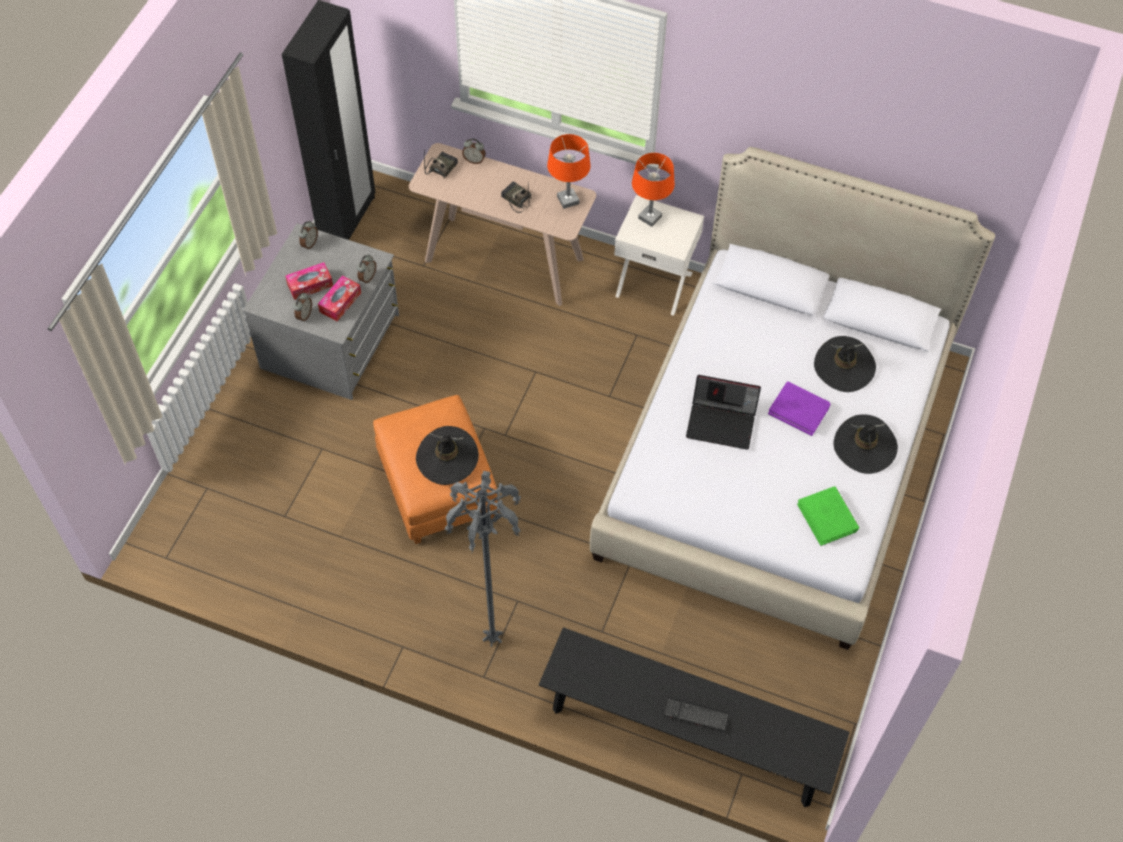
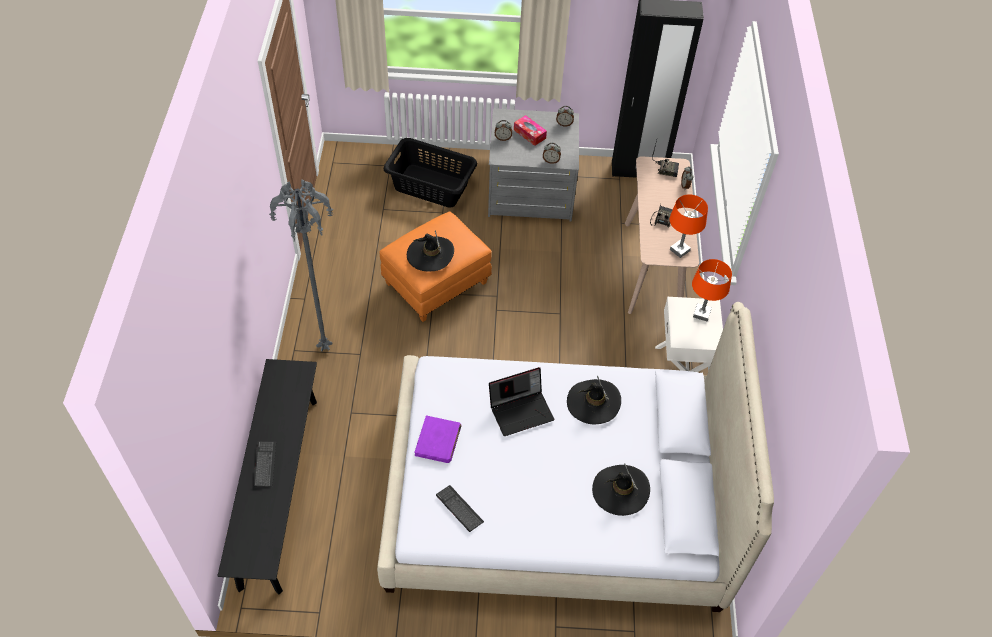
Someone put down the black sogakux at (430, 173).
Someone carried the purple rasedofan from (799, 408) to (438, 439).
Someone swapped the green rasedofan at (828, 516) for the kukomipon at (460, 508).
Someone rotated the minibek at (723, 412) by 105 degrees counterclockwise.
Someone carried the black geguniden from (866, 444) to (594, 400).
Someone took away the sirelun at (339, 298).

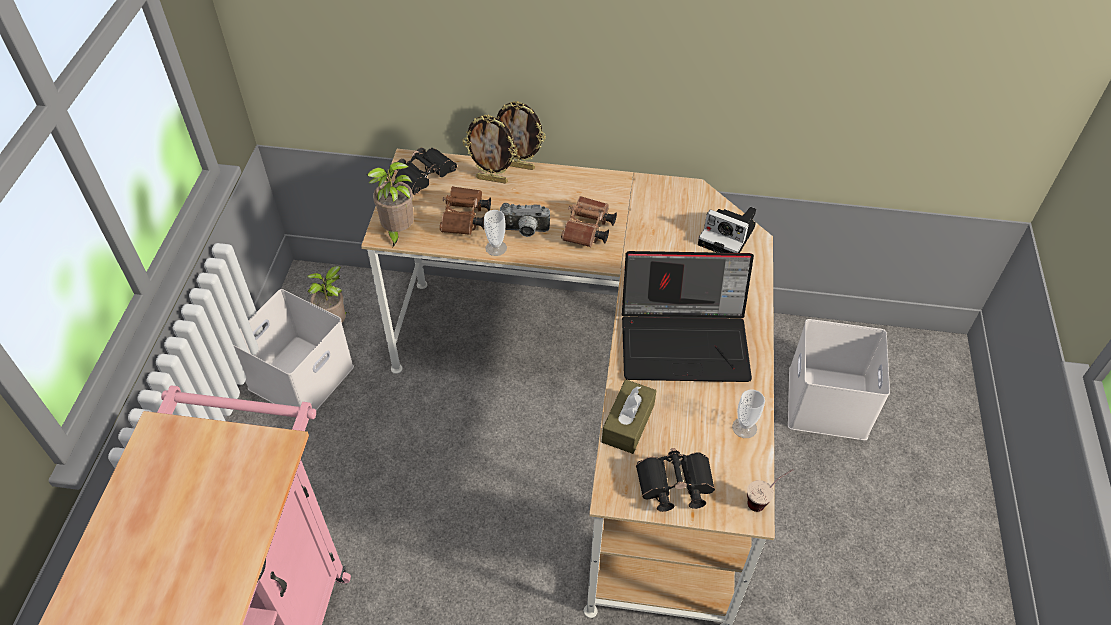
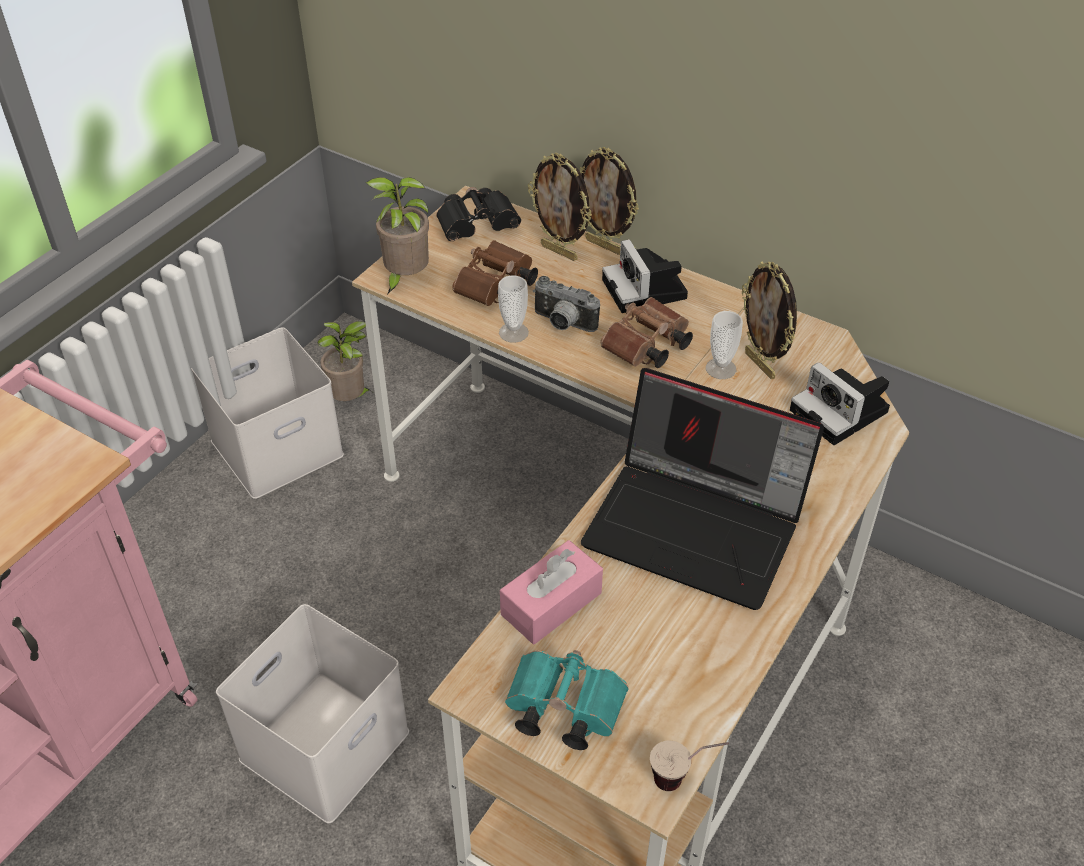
Someone carried the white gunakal from (839, 379) to (312, 714).
Someone repainted the brown sirelun at (629, 417), which became the pink sirelun at (551, 592).
Someone repainted the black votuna at (675, 480), which became the turquoise votuna at (567, 700).
Someone put down the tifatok at (645, 276).
Someone carried the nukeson from (748, 414) to (724, 345).
Someone put down the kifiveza at (769, 320).

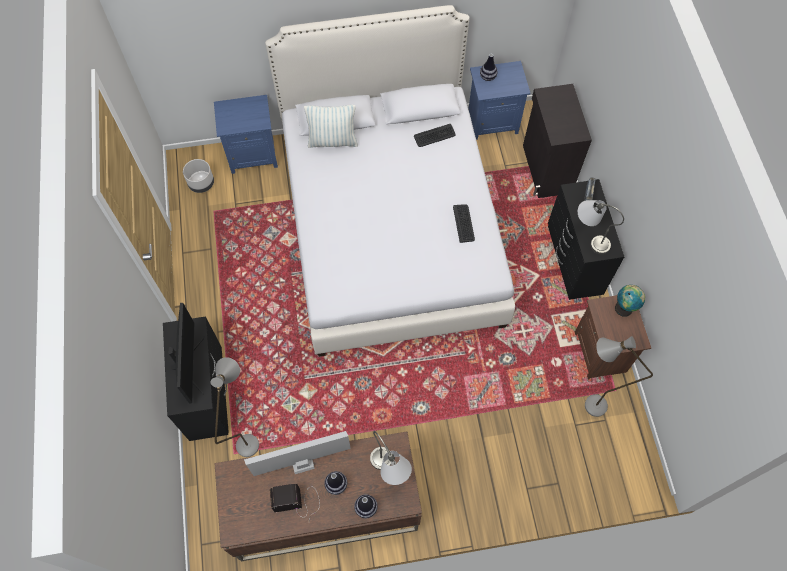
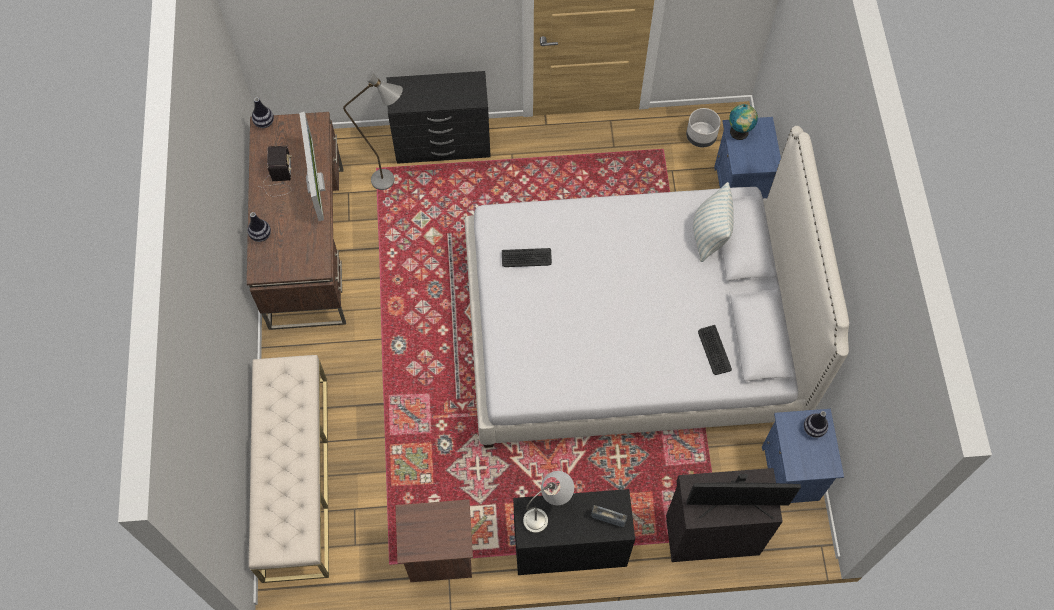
Someone put down the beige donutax at (289, 469).
Someone carried the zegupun from (335, 483) to (263, 112).
Someone carried the kukomipon from (464, 223) to (527, 257).
Someone carried the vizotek from (187, 353) to (743, 496).
Someone carried the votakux from (630, 301) to (743, 122).
Someone took away the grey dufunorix at (391, 458).
Someone took away the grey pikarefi at (619, 376).

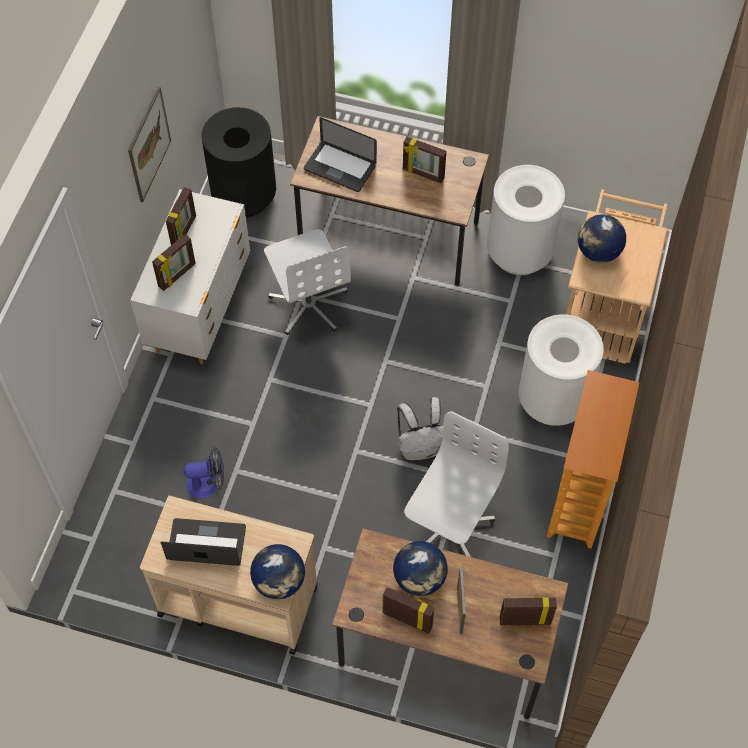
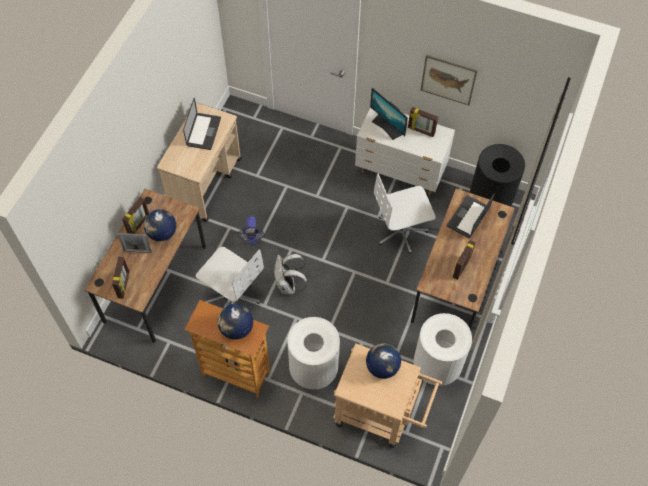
Someone carried the votakux from (277, 571) to (235, 322).
Someone carried the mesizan from (204, 472) to (251, 230).
Someone swapped the kifiveza at (174, 262) for the vizotek at (389, 114).

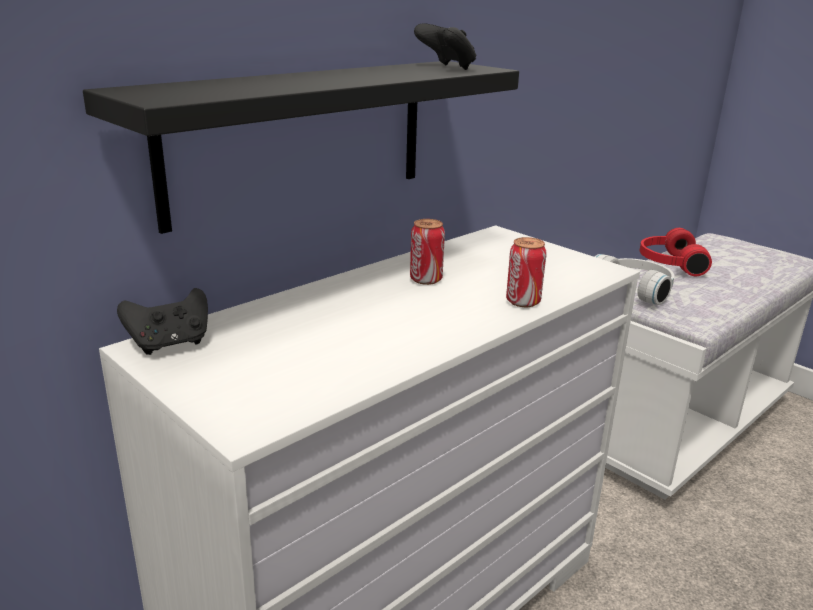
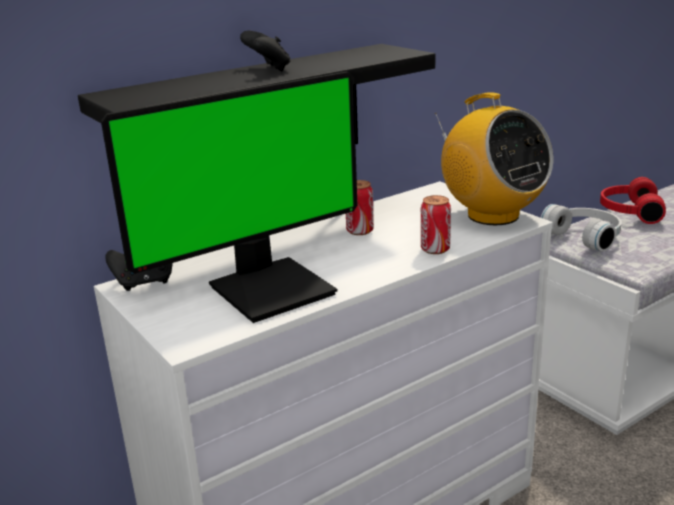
Someone put down the vizotek at (229, 197).
Someone carried the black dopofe from (445, 46) to (265, 51).
Someone put down the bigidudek at (494, 158).

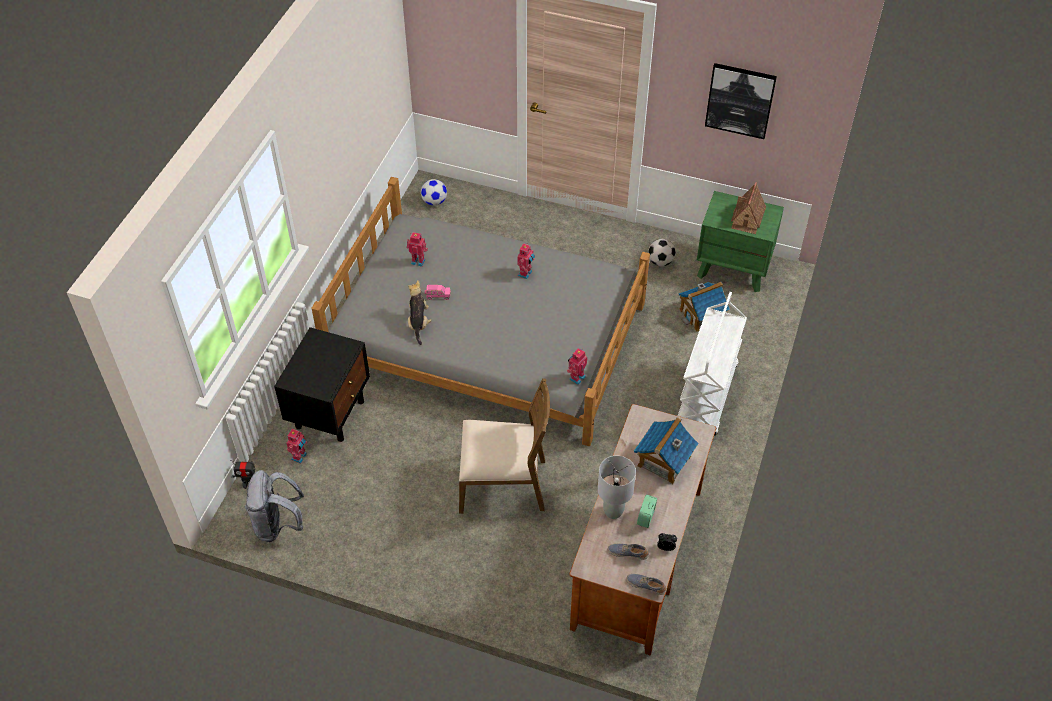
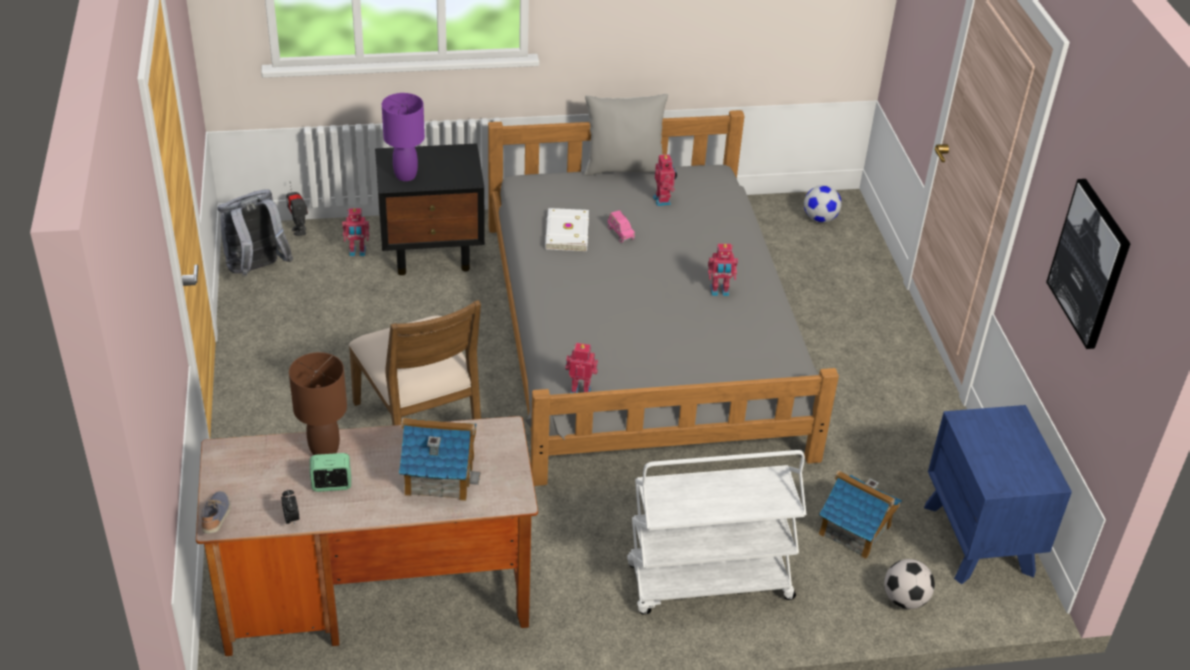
Someone repainted the grey dufunorix at (617, 487), which became the brown dufunorix at (318, 403).
Someone put down the purple dufunorix at (403, 137).
Someone swapped the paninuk at (420, 312) for the white rasedofan at (567, 229).
Someone put down the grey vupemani at (626, 135).
Someone carried the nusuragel from (662, 252) to (909, 584).
Someone repainted the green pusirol at (740, 241), which became the blue pusirol at (998, 494).
Someone took away the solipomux at (628, 551).
Someone took away the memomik at (748, 208).

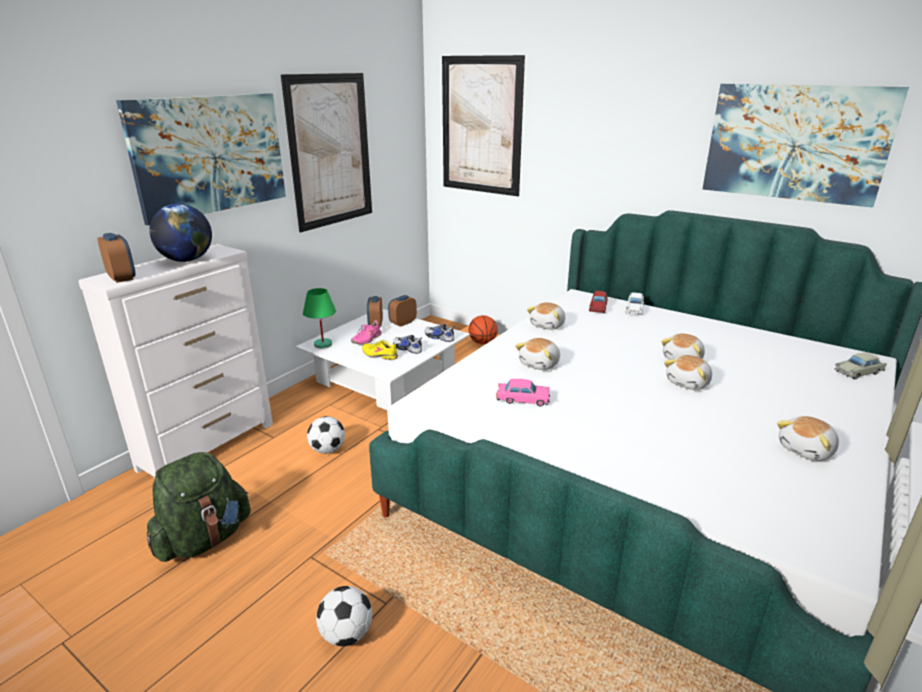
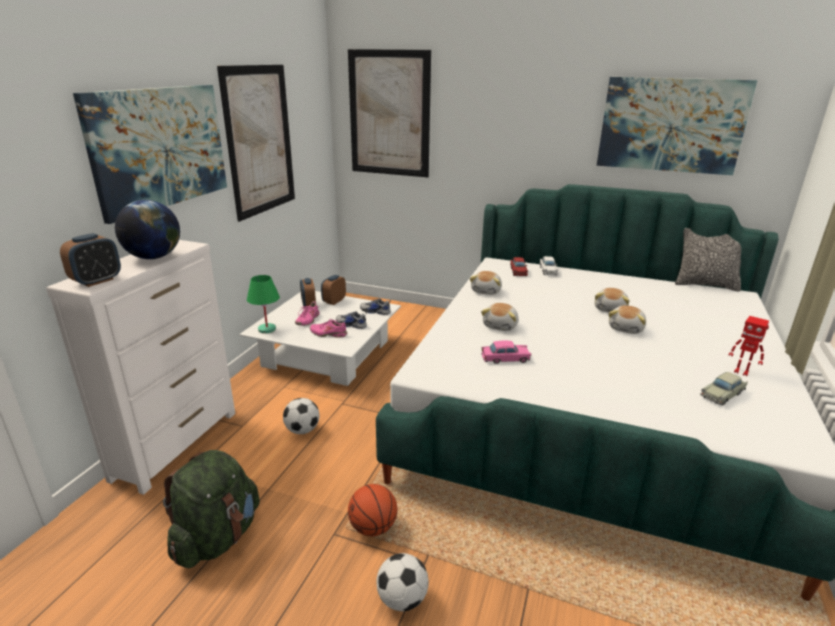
Someone rotated the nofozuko at (117, 258) by 90 degrees clockwise.
Someone repainted the yellow solipomux at (380, 350), which became the pink solipomux at (328, 328).
Someone carried the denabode from (483, 329) to (372, 510).
Someone put down the vupemani at (708, 259).
Someone carried the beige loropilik from (860, 366) to (724, 388).
Someone swapped the paninuk at (808, 438) for the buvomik at (749, 346).

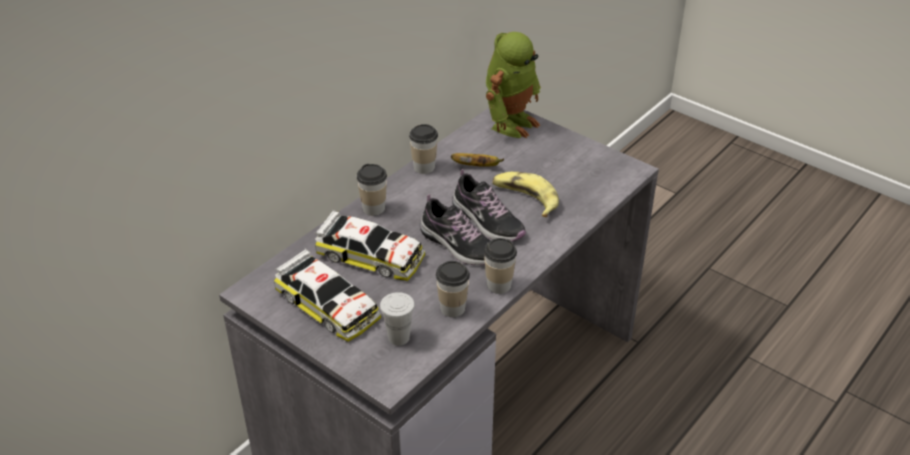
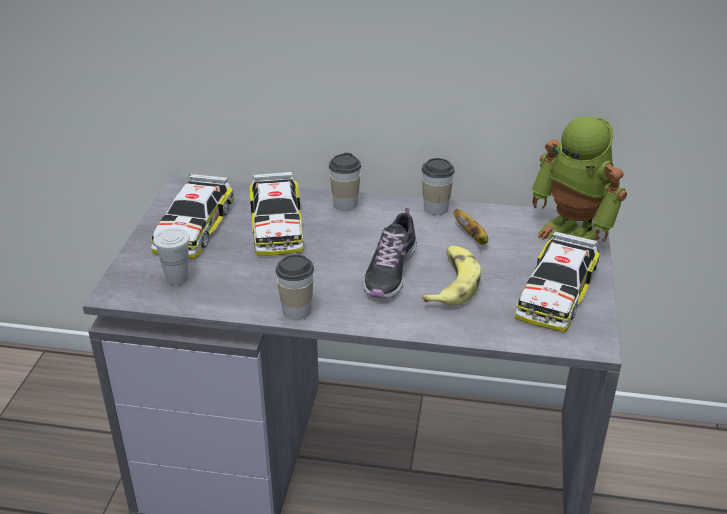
Someone put down the loropilik at (557, 281).
Someone rotated the buvomik at (513, 85) by 45 degrees clockwise.
Someone took away the solipomux at (455, 229).
Someone took away the nukeson at (453, 289).

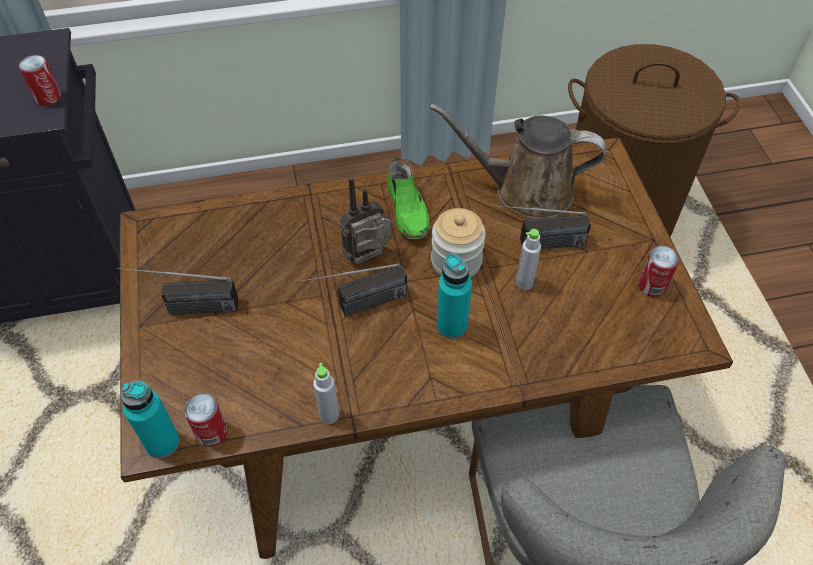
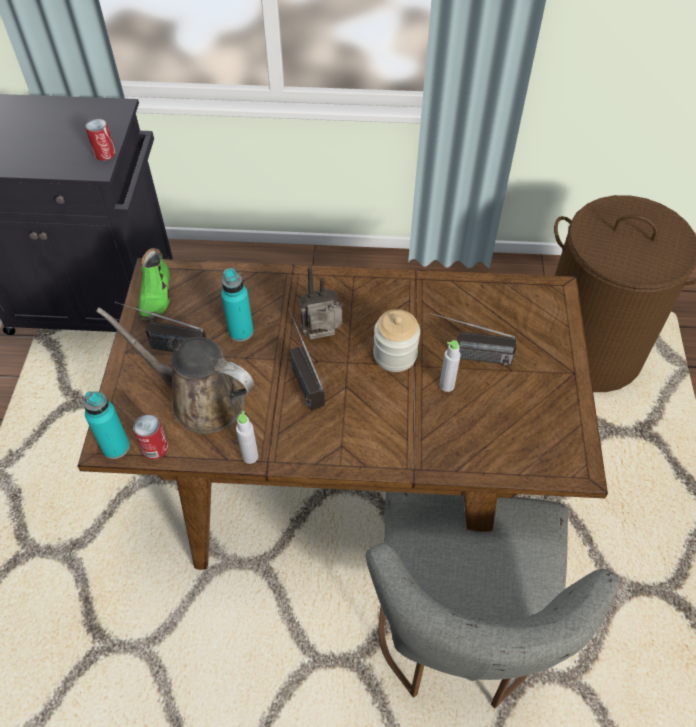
Someone carried the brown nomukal from (518, 161) to (175, 370).
Someone carried the green solipomux from (409, 198) to (154, 284).
Someone carried the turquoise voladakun from (454, 296) to (237, 305).
Someone rotated the bigidudek at (353, 290) by 75 degrees clockwise.
Someone took away the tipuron at (658, 271).

